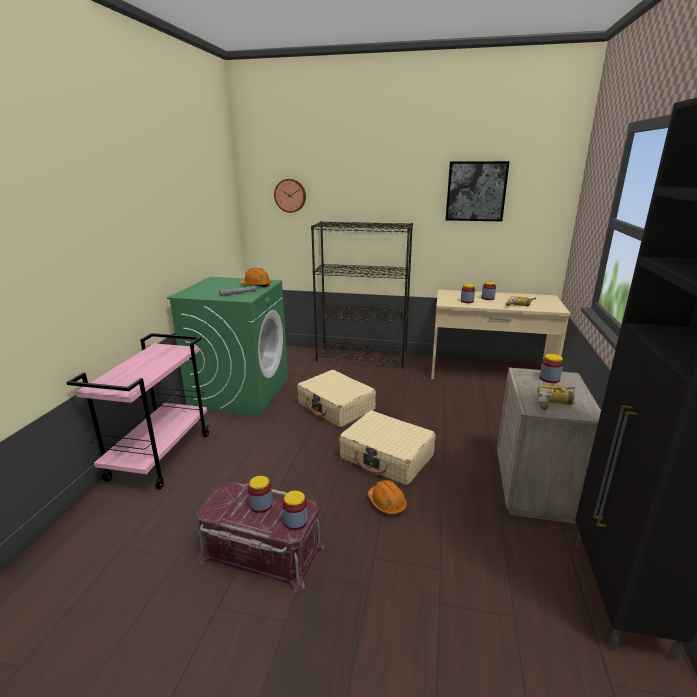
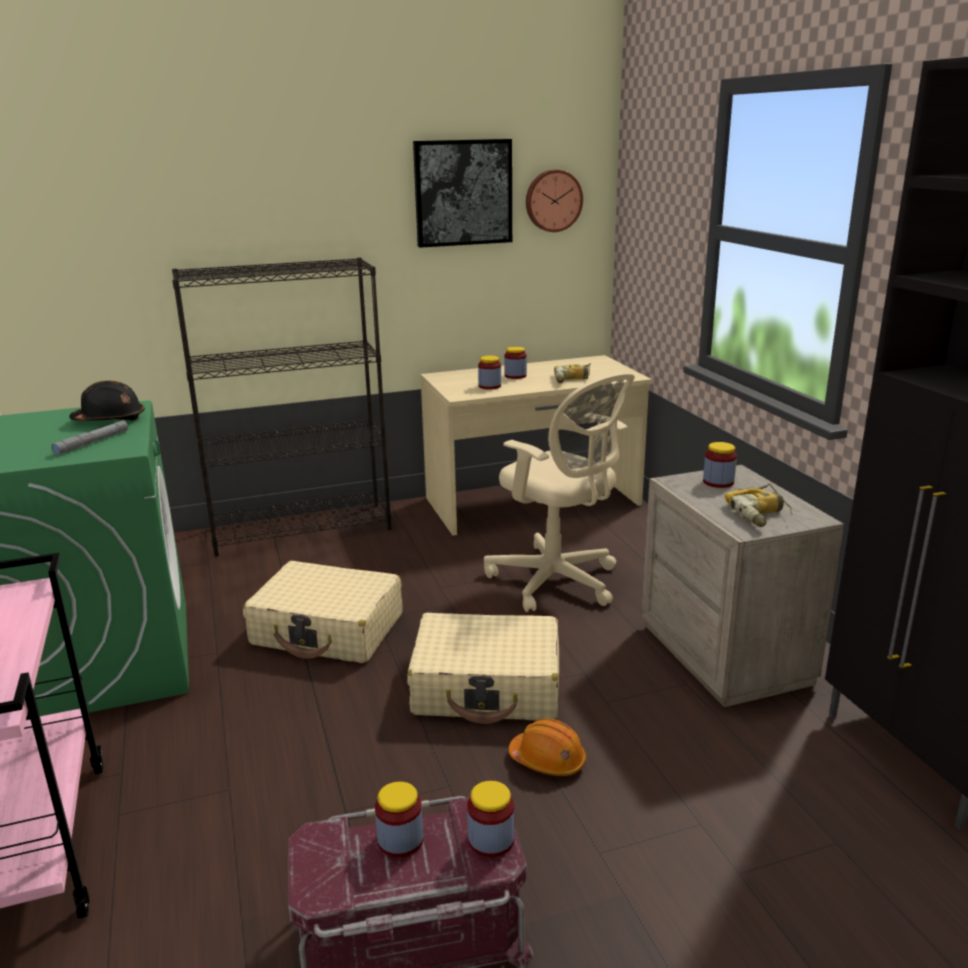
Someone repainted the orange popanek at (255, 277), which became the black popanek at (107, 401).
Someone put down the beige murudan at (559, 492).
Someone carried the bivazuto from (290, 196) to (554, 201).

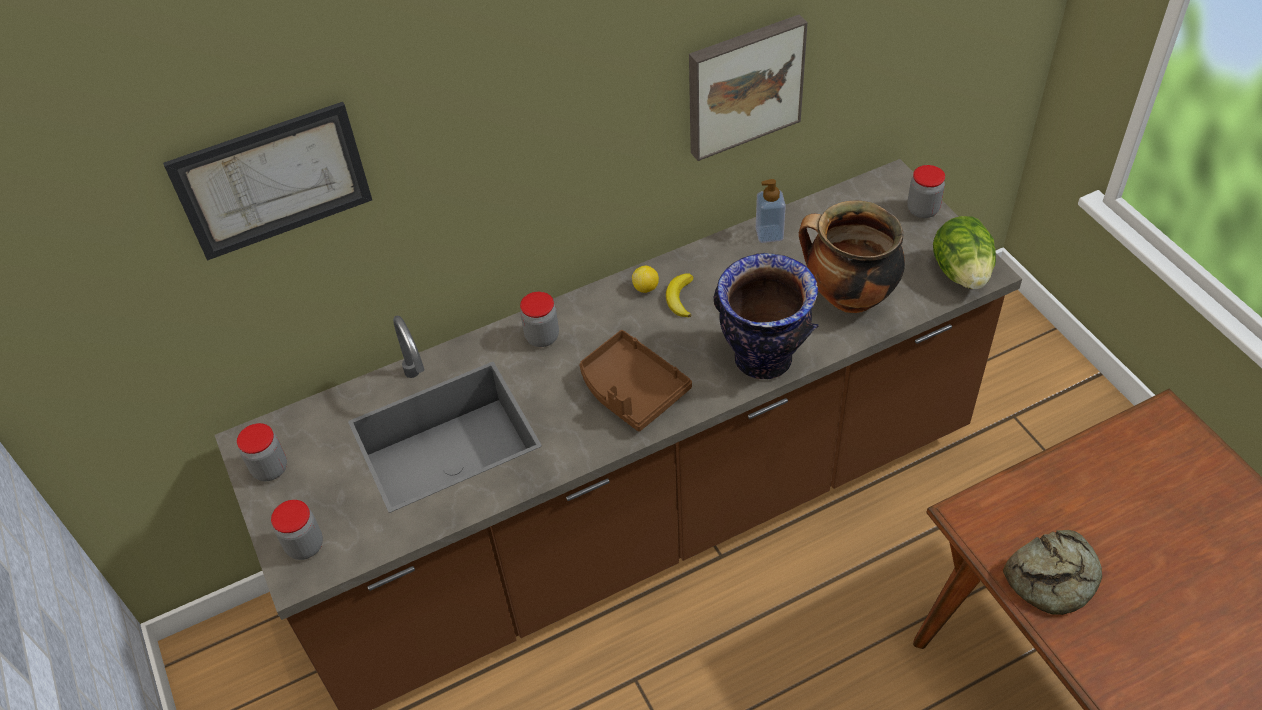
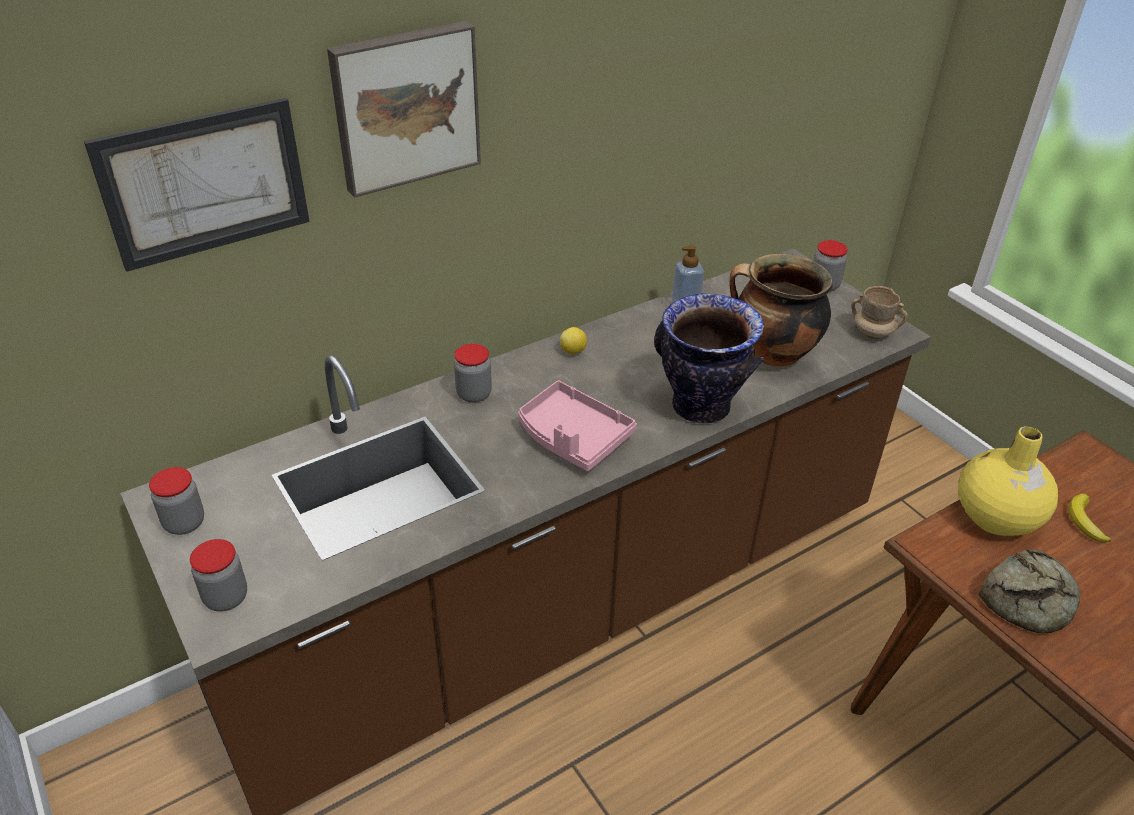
Someone carried the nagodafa from (748, 88) to (404, 109).
Someone repainted the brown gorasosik at (635, 381), which became the pink gorasosik at (577, 426).
Someone swapped the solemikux at (964, 252) for the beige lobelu at (879, 312).
Someone put down the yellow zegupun at (1008, 481).
Someone carried the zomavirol from (679, 295) to (1089, 518).

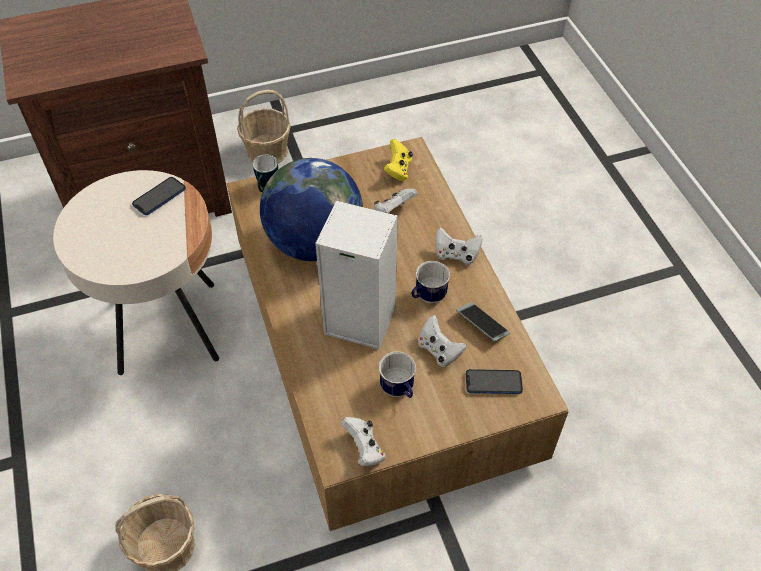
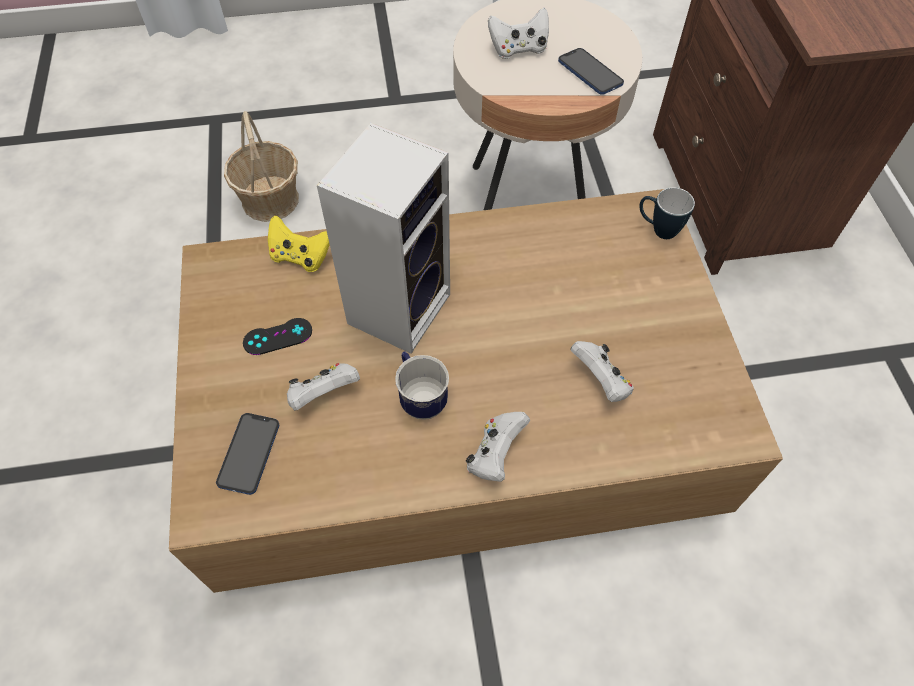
Someone swapped the lobelu at (397, 374) for the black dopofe at (277, 336).
Someone carried the yellow dopofe from (398, 160) to (299, 244).
Someone carried the white dopofe from (363, 441) to (518, 33).
Someone took away the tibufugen at (264, 126).
Someone took away the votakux at (311, 209).
Someone took away the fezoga at (483, 322).

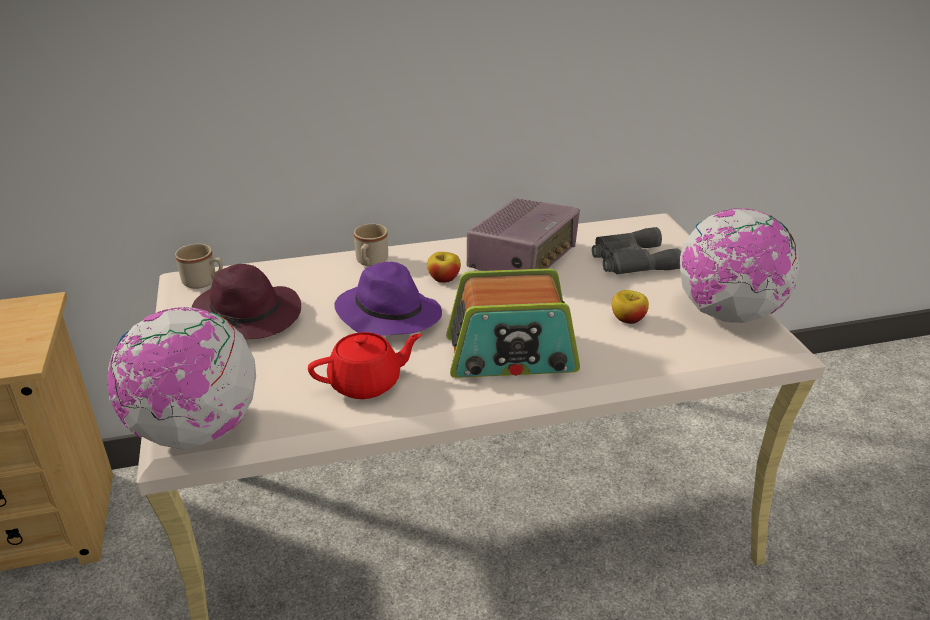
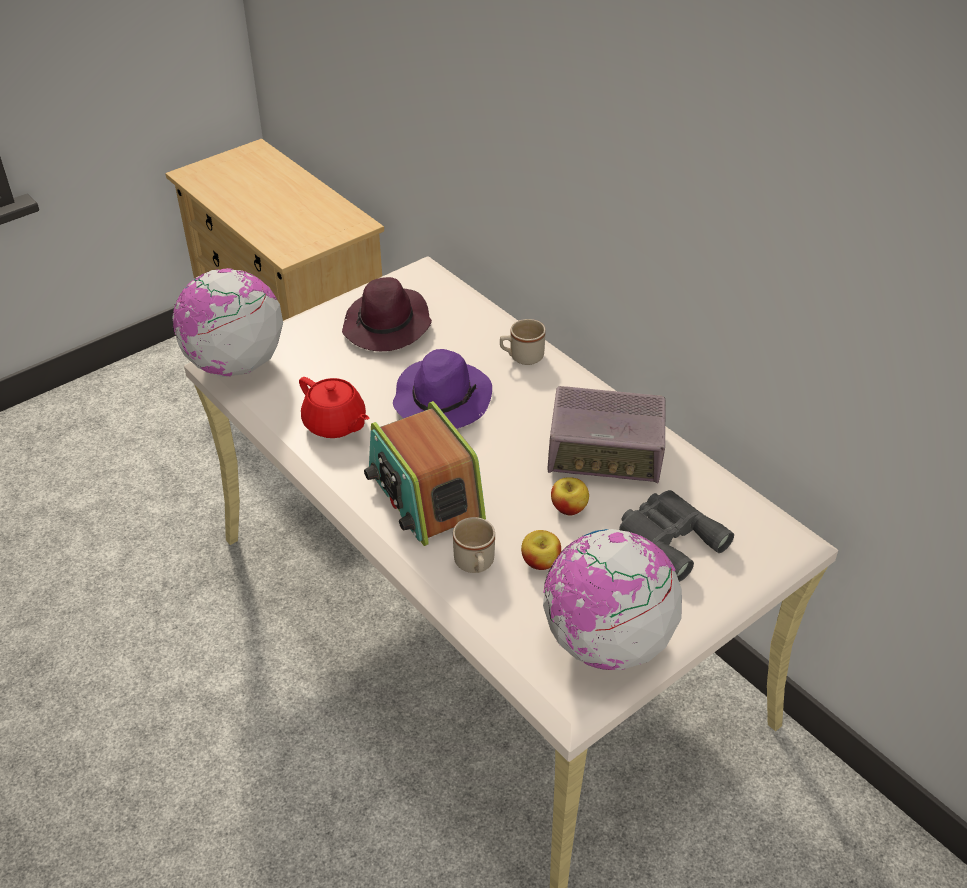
Someone carried the beige lobelu from (199, 266) to (474, 545).
Someone carried the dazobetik from (444, 267) to (570, 496).

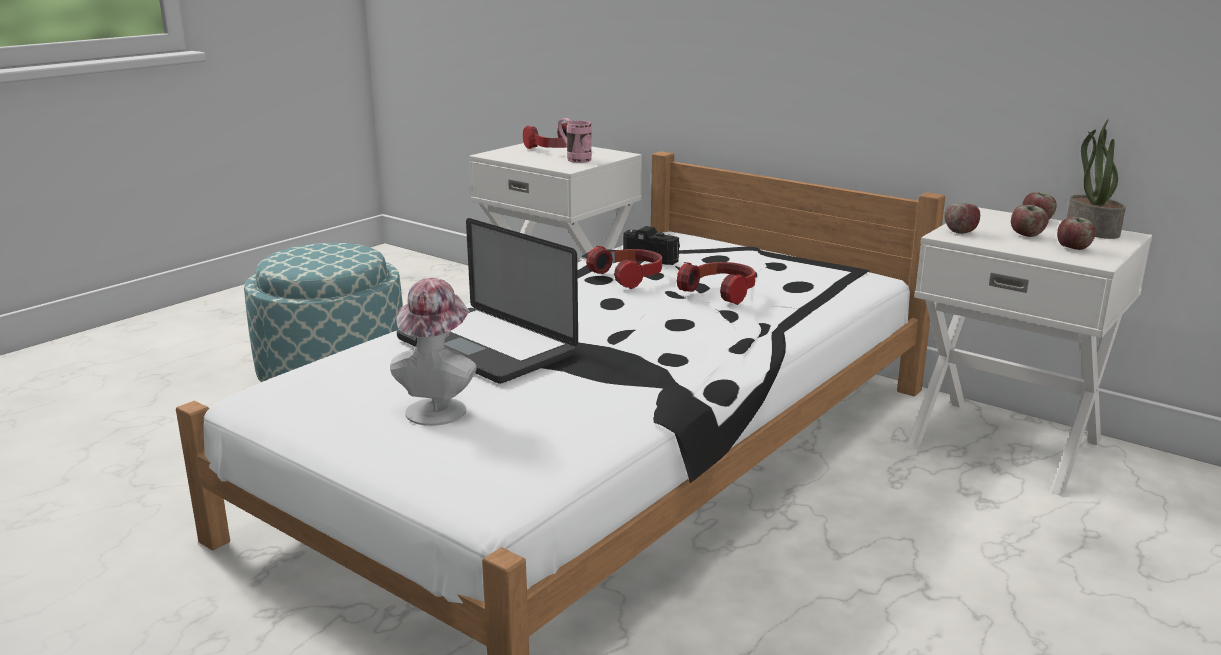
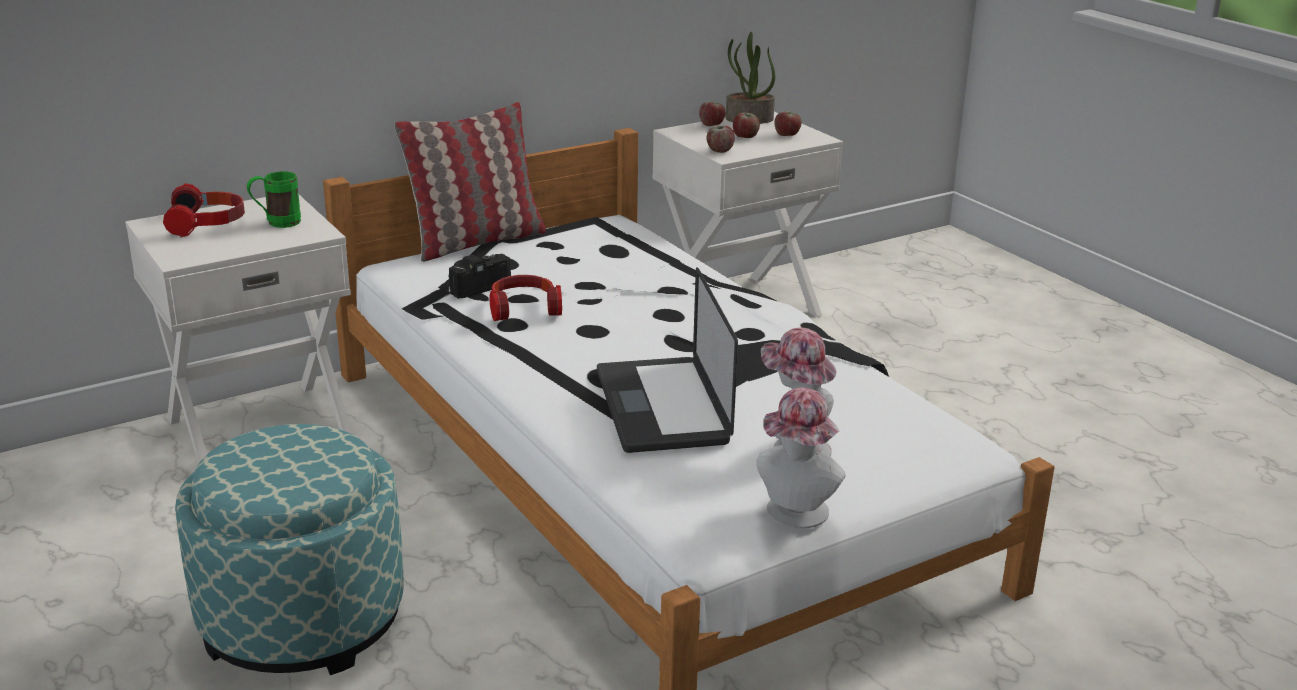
Someone repainted the pink lobelu at (575, 140), which became the green lobelu at (274, 199).
Someone put down the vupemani at (470, 182).
Someone rotated the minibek at (487, 301) by 105 degrees clockwise.
Someone put down the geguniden at (801, 458).
Someone took away the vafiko at (716, 283).

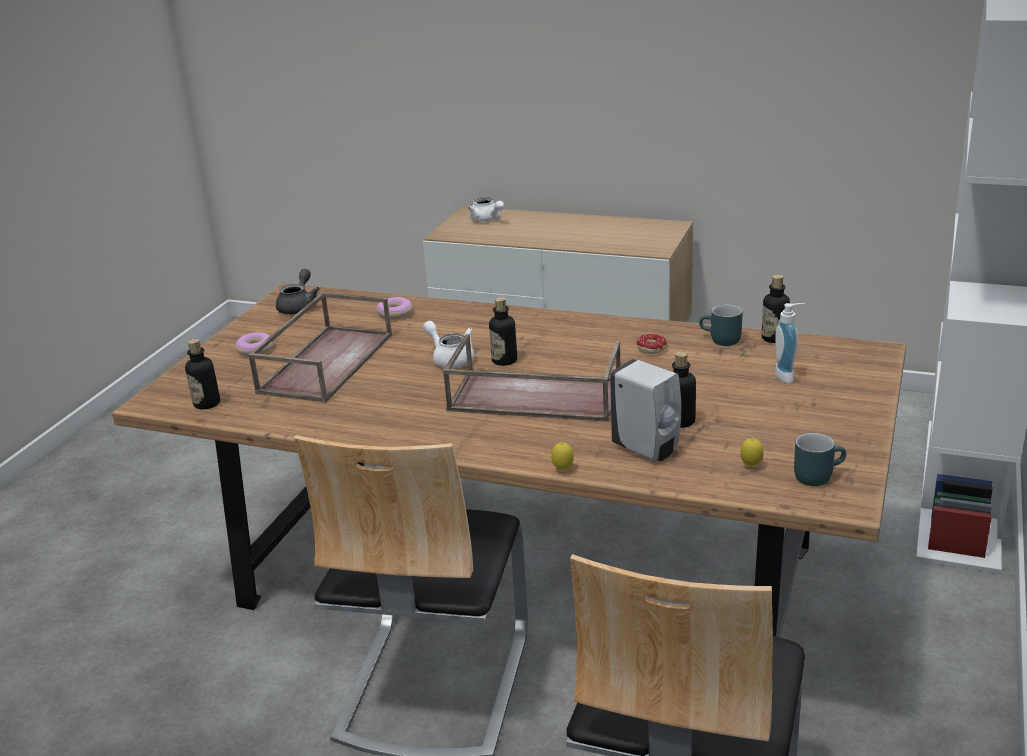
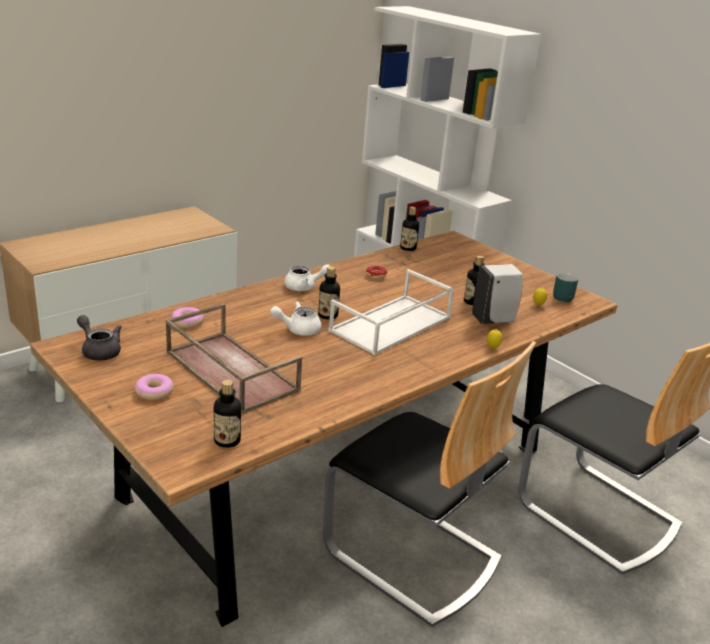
Someone carried the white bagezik from (486, 209) to (307, 277).
Someone repainted the brown gorasosik at (531, 378), which became the white gorasosik at (391, 312).
Someone took away the turquoise lobelu at (721, 325).
Someone took away the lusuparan at (790, 343).

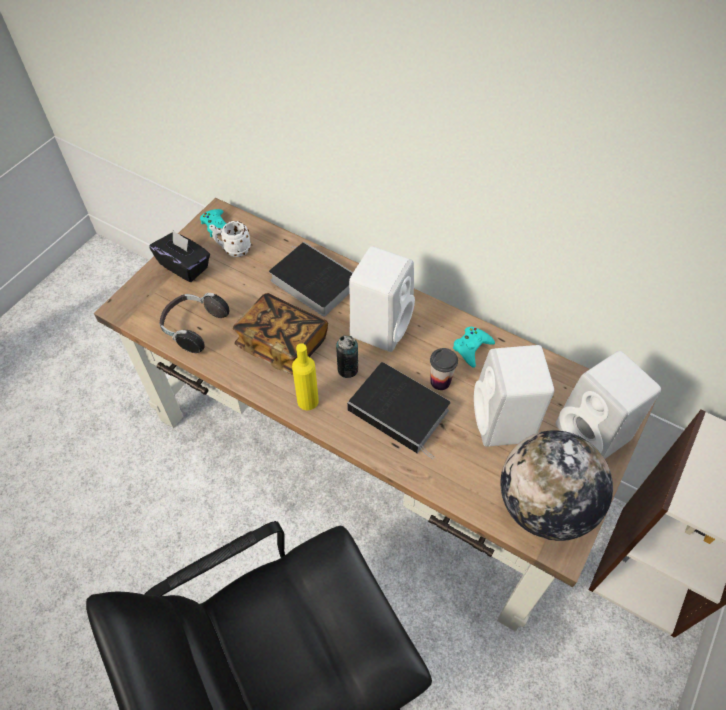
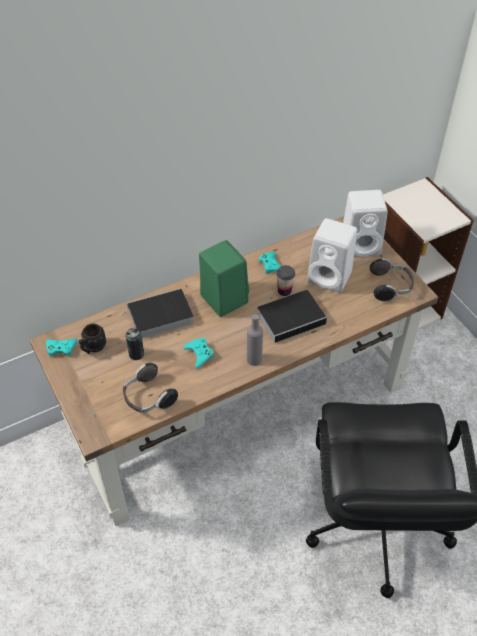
Someone repainted the white lobelu at (230, 239), which became the black lobelu at (92, 338).
Someone carried the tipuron from (347, 356) to (135, 344).
Someone swapped the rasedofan at (280, 333) for the turquoise dopofe at (198, 353).
Someone repainted the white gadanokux at (382, 299), which became the green gadanokux at (224, 278).
Someone repainted the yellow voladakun at (305, 376), which became the grey voladakun at (255, 340).
Someone swapped the votakux at (556, 485) for the vafiko at (392, 280).
Someone took away the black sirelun at (179, 256).

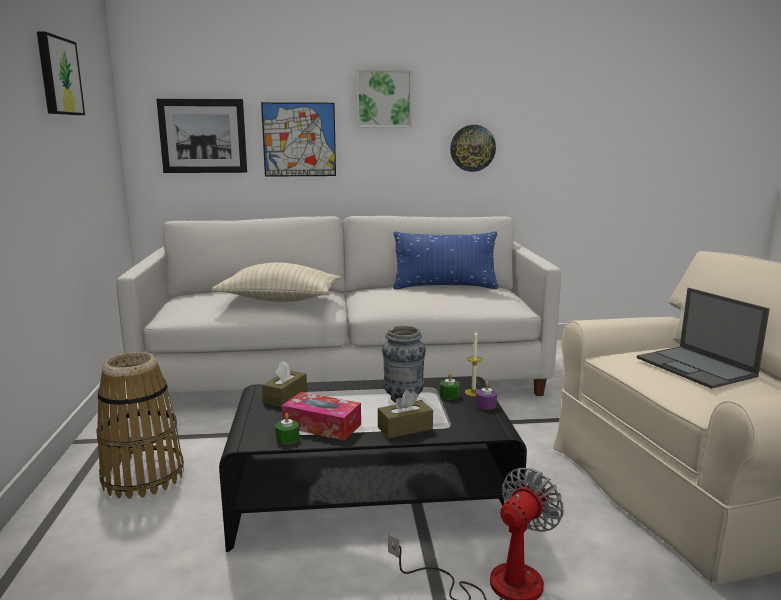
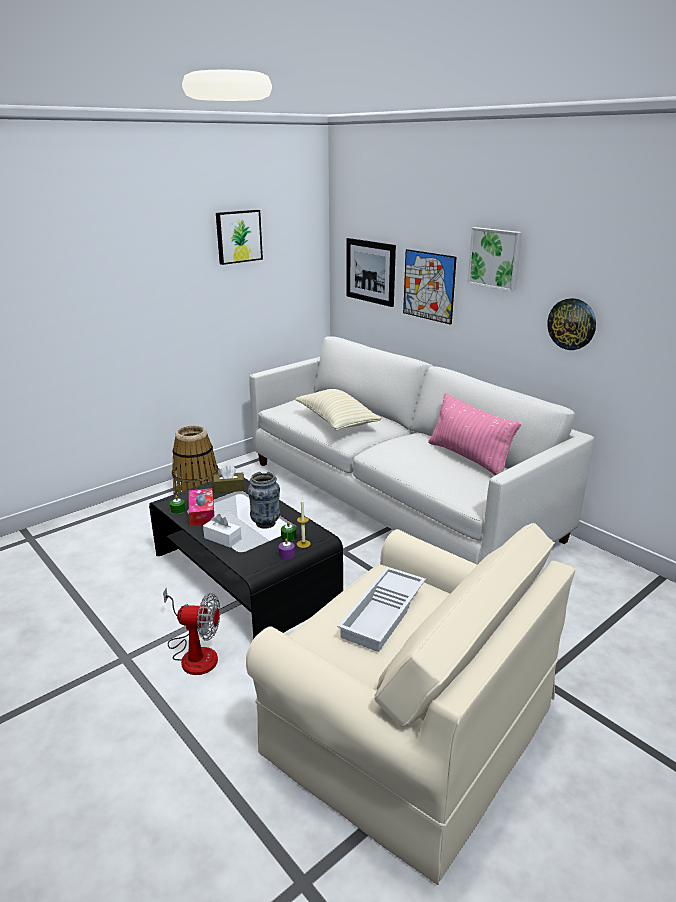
Someone repainted the brown sirelun at (405, 414), which became the white sirelun at (222, 530).
Someone swapped the minibek at (703, 338) for the white gorasosik at (381, 609).
Someone repainted the blue vupemani at (446, 260), which became the pink vupemani at (474, 433).

